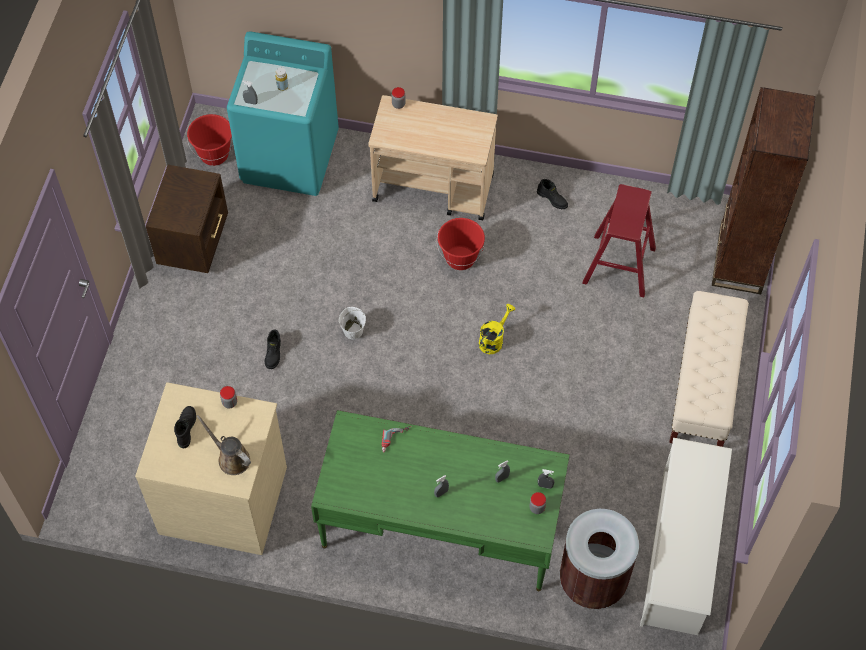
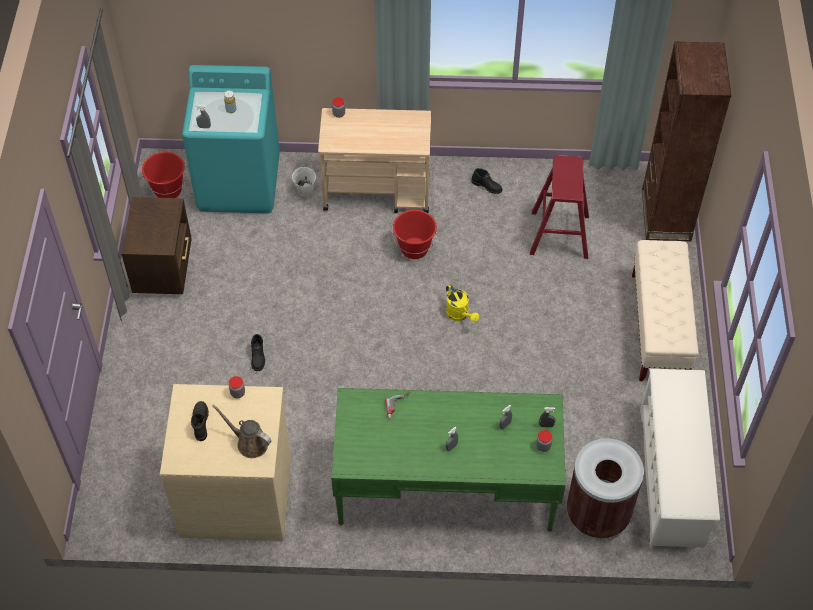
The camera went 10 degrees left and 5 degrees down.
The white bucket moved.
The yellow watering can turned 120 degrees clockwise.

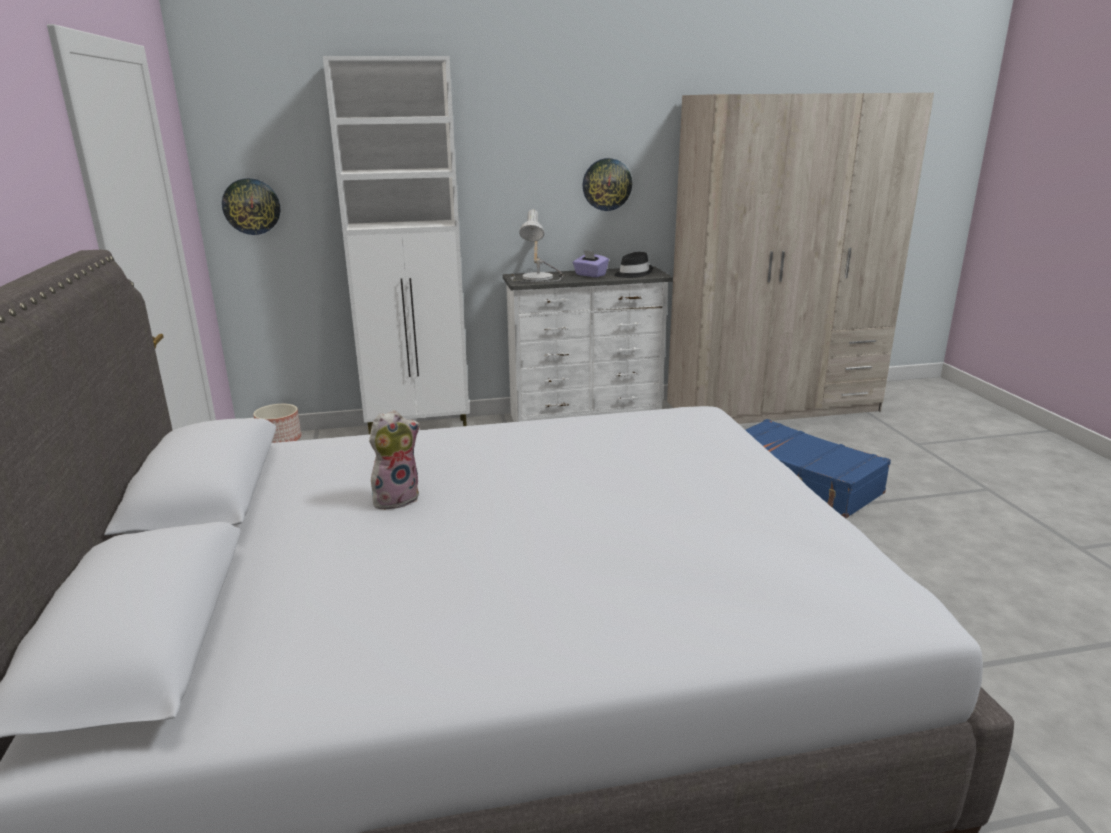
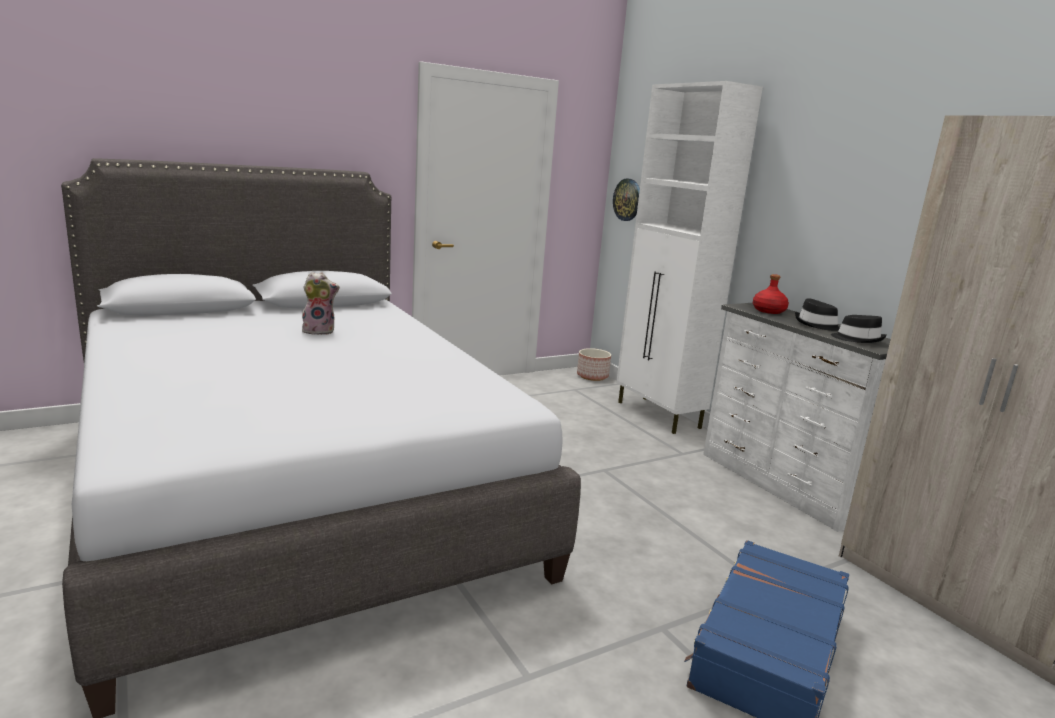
The camera went 70 degrees right and 5 degrees down.
The plush toy turned 45 degrees counterclockwise.
The table lamp was replaced by the red bottle.
The purple tissue box was replaced by the black hat (no. 1 from left).
The wall clock (no. 2 from left) disappeared.

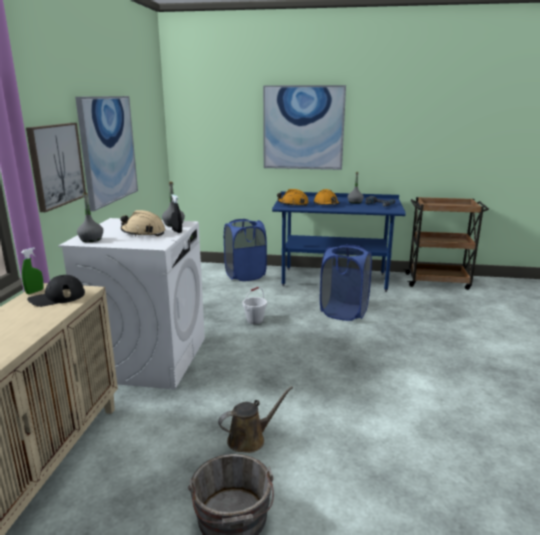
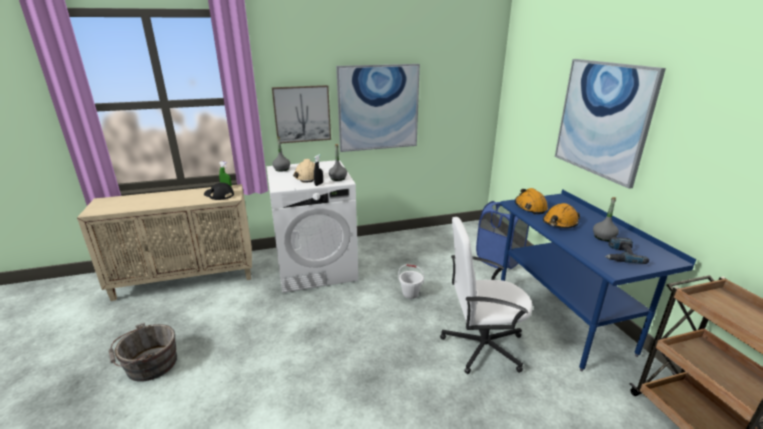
The camera went 65 degrees right and 5 degrees up.
The brown watering can disappeared.
The blue laundry basket (no. 2 from left) was replaced by the white office chair.

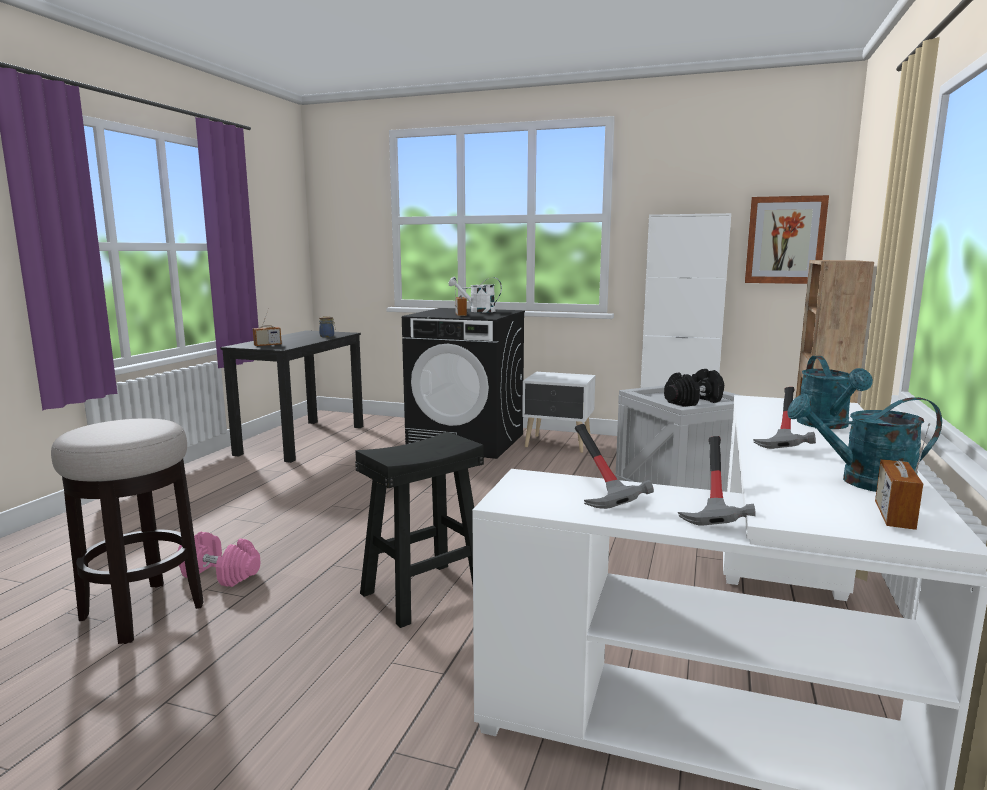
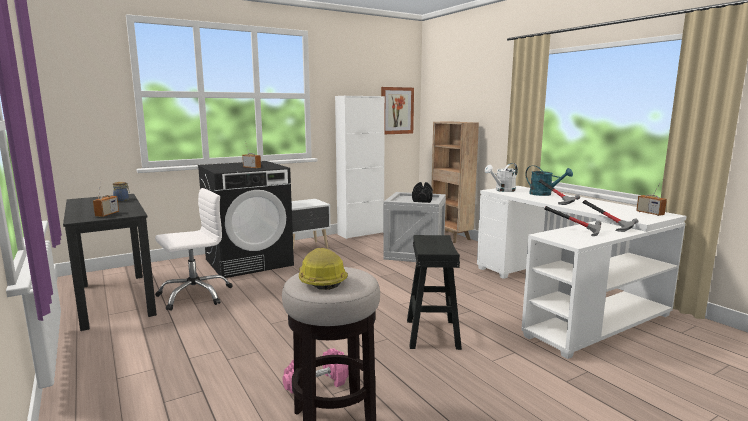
The camera went 50 degrees left and 0 degrees up.
The white watering can moved.
The turquoise watering can (no. 2 from left) disappeared.
The white office chair appeared.
The hard hat appeared.

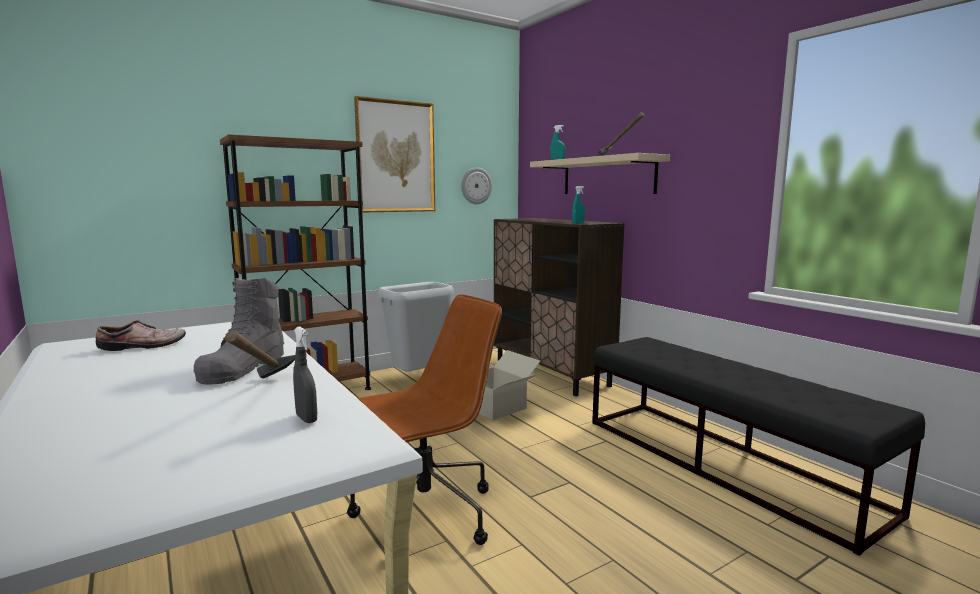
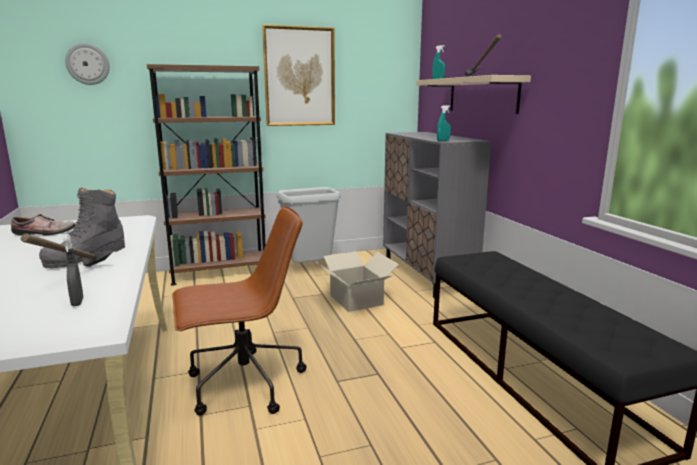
The camera went 15 degrees right and 5 degrees up.
The wall clock moved.
The brown cabinet became the grey cabinet.

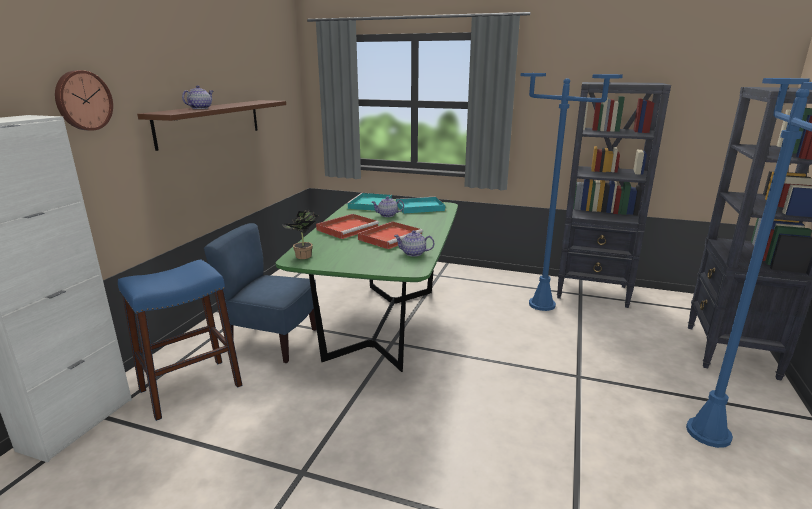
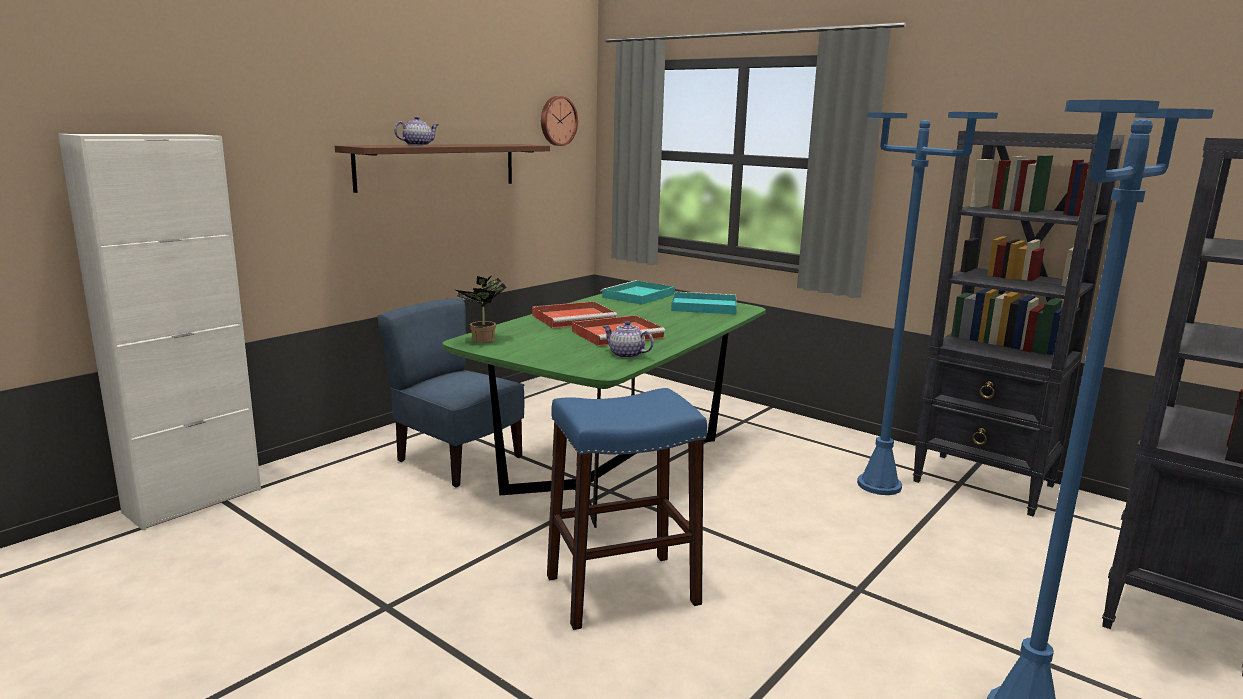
The camera went 20 degrees right and 5 degrees down.
The wall clock moved.
The blue stool moved.
The teapot (no. 2 from left) disappeared.

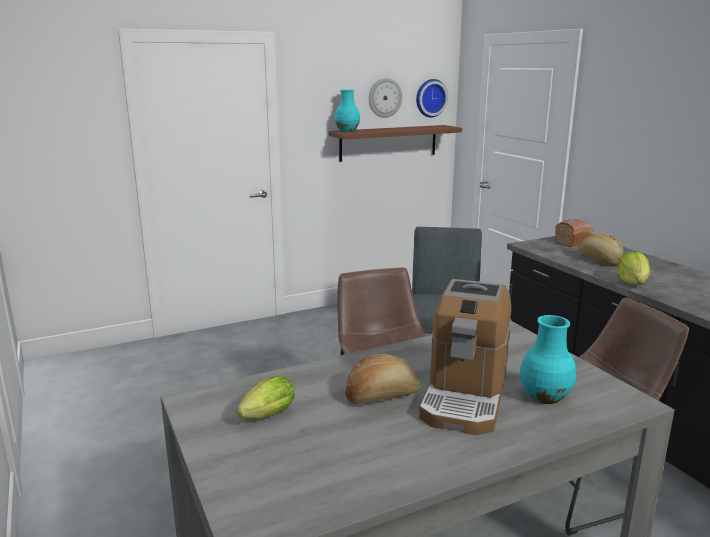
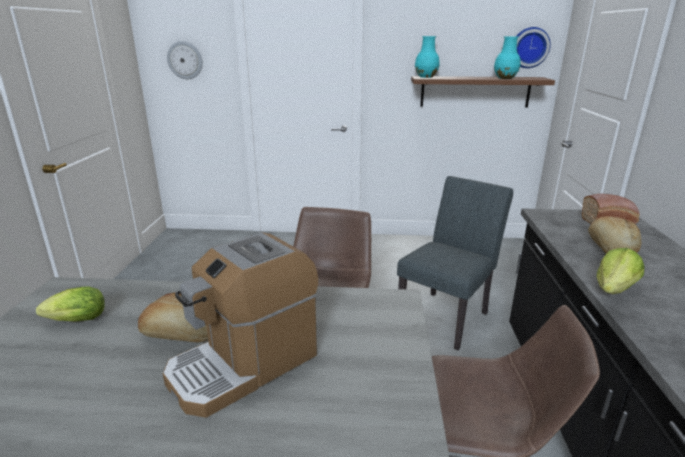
The camera went 30 degrees right and 5 degrees up.
The wall clock (no. 1 from left) moved.
The turquoise vase (no. 2 from left) moved.

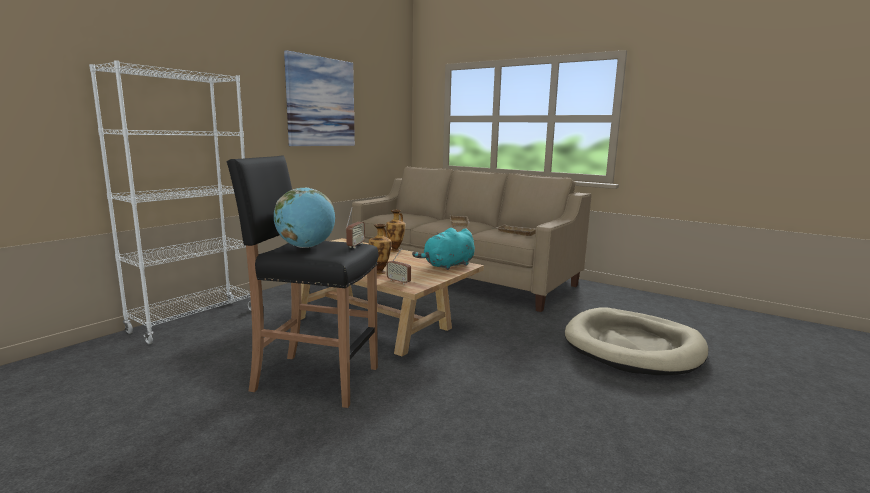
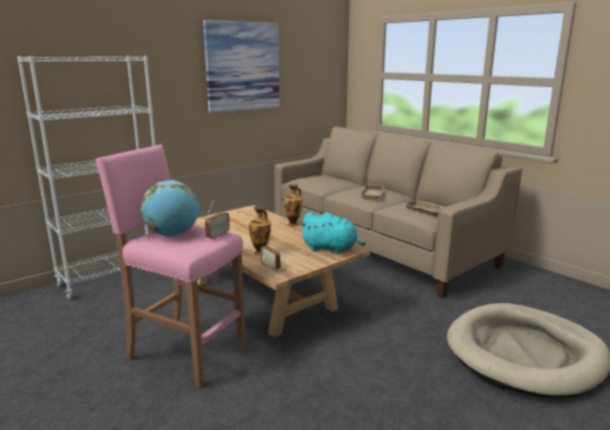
The camera went 15 degrees right and 5 degrees up.
The black stool became the pink stool.
The turquoise plush toy turned 135 degrees counterclockwise.

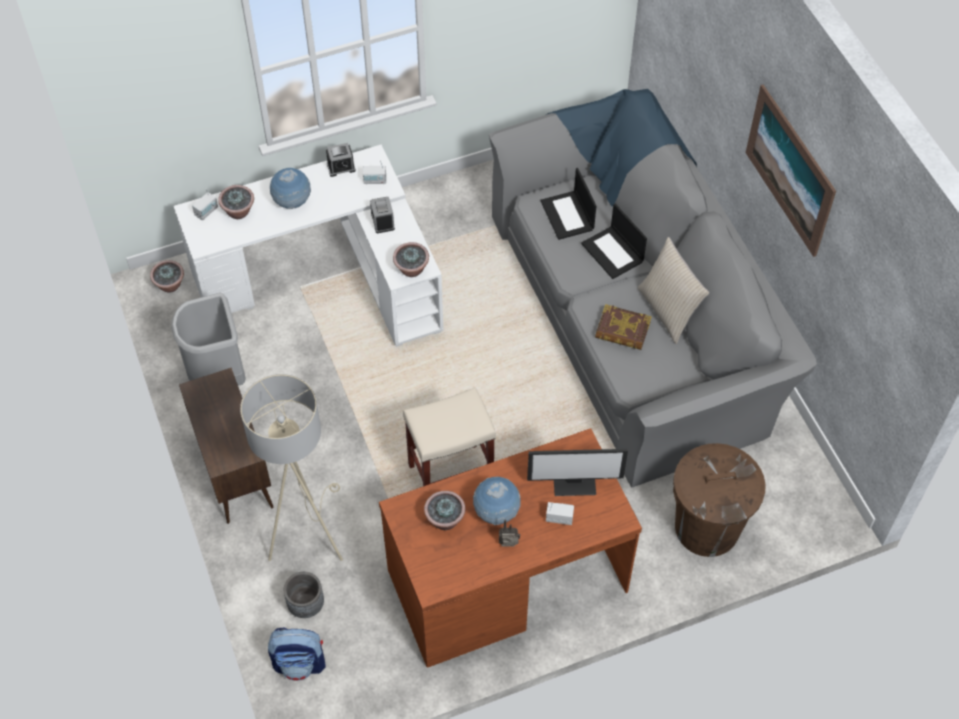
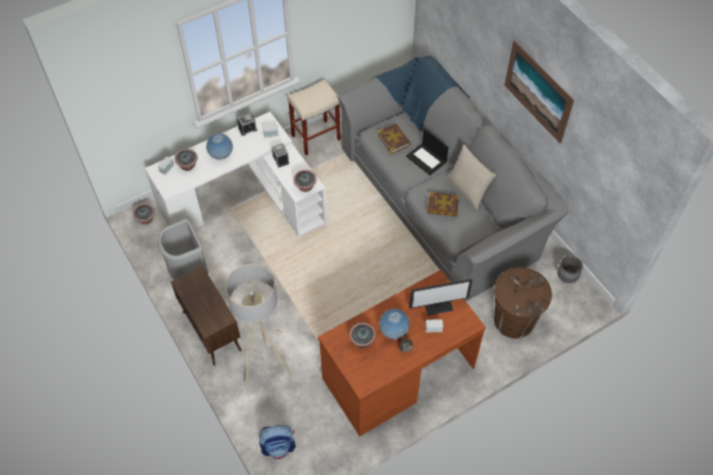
The camera went 10 degrees left and 0 degrees up.
The grey planter moved.
The beige stool moved.
The laptop (no. 1 from left) was replaced by the book (no. 1 from left).

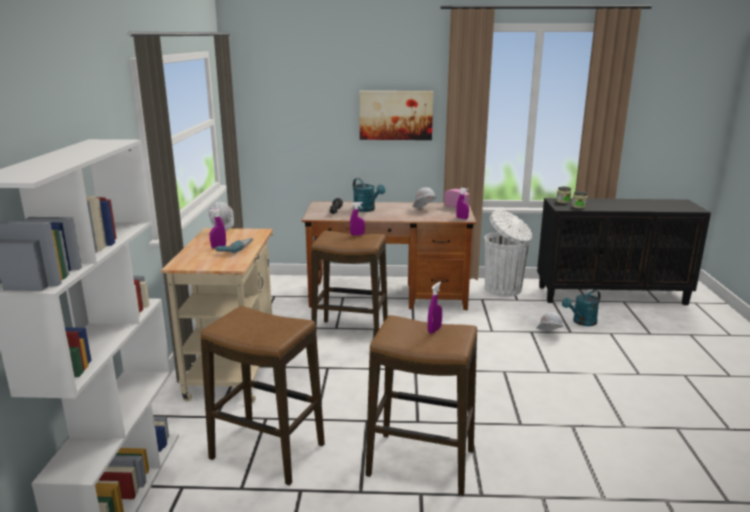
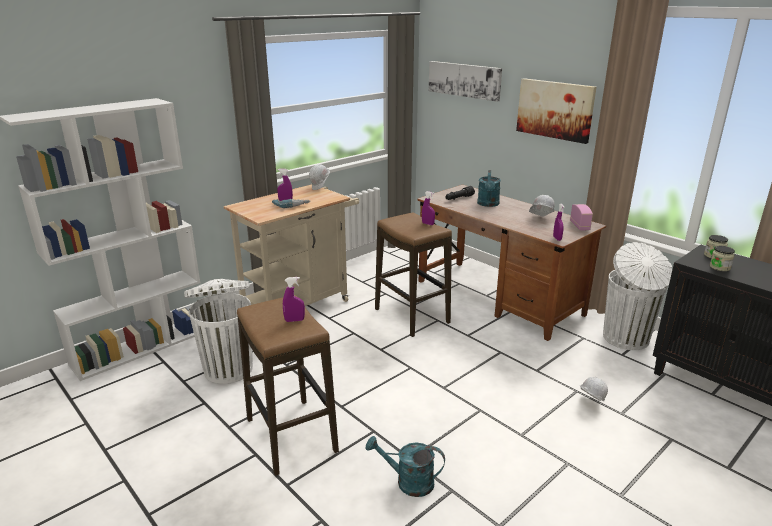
The camera went 45 degrees right and 5 degrees up.
The stool (no. 1 from left) was replaced by the white trash can (no. 1 from left).
The turquoise watering can (no. 2 from left in the first image) moved.
The picture (no. 1 from left) appeared.

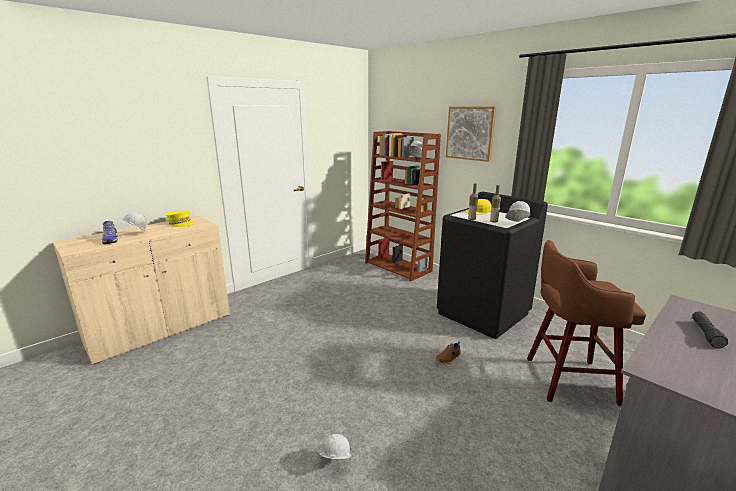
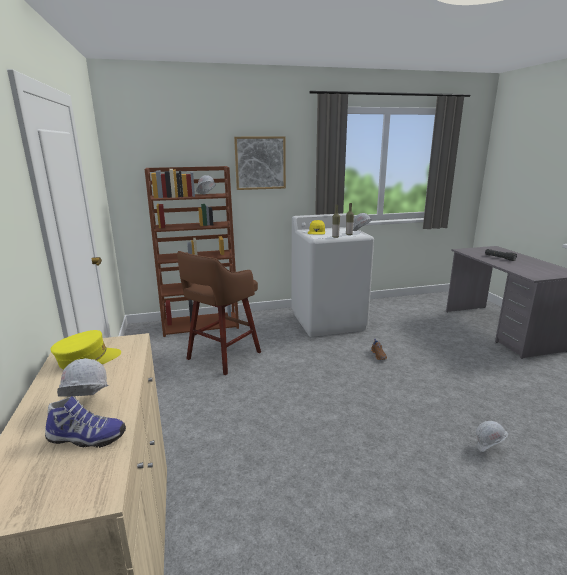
The camera went 60 degrees left and 0 degrees up.
The black washing machine became the white washing machine.
The brown stool moved.

